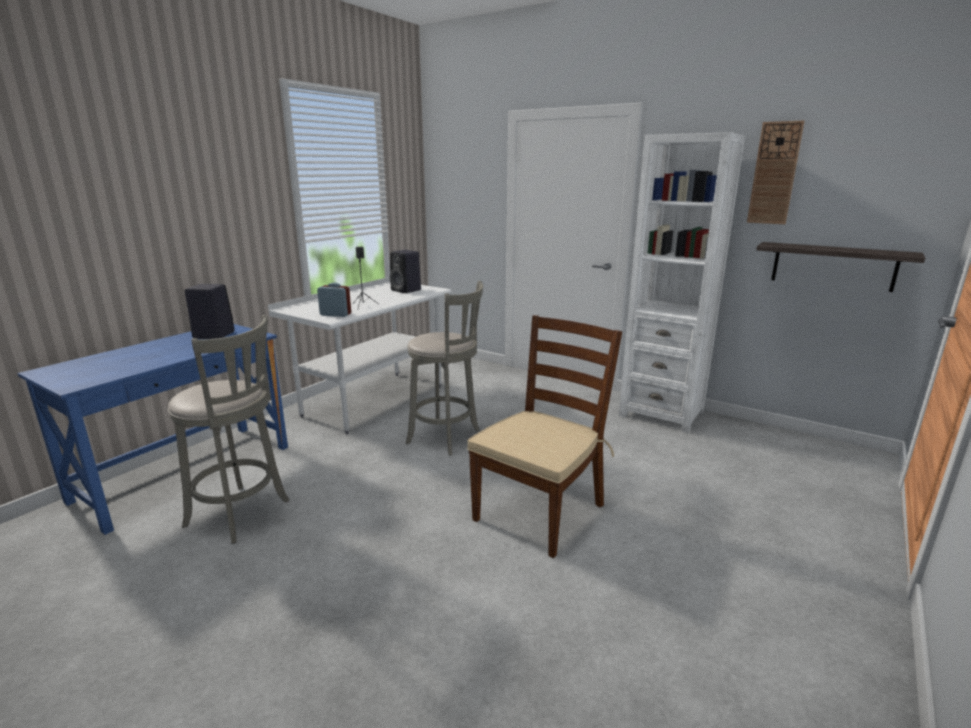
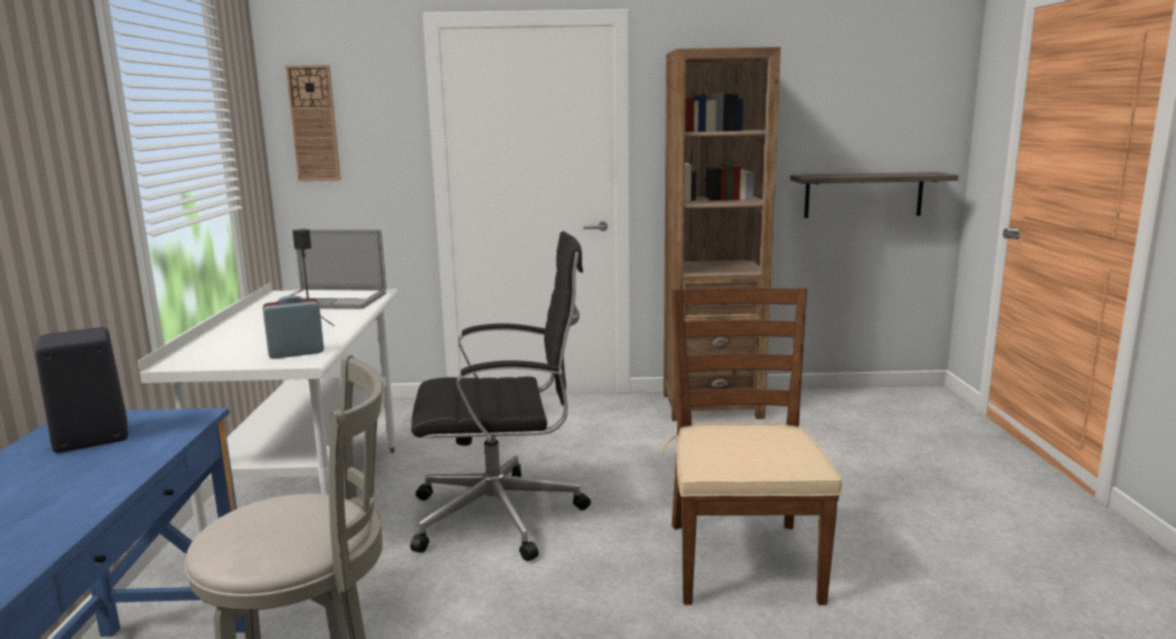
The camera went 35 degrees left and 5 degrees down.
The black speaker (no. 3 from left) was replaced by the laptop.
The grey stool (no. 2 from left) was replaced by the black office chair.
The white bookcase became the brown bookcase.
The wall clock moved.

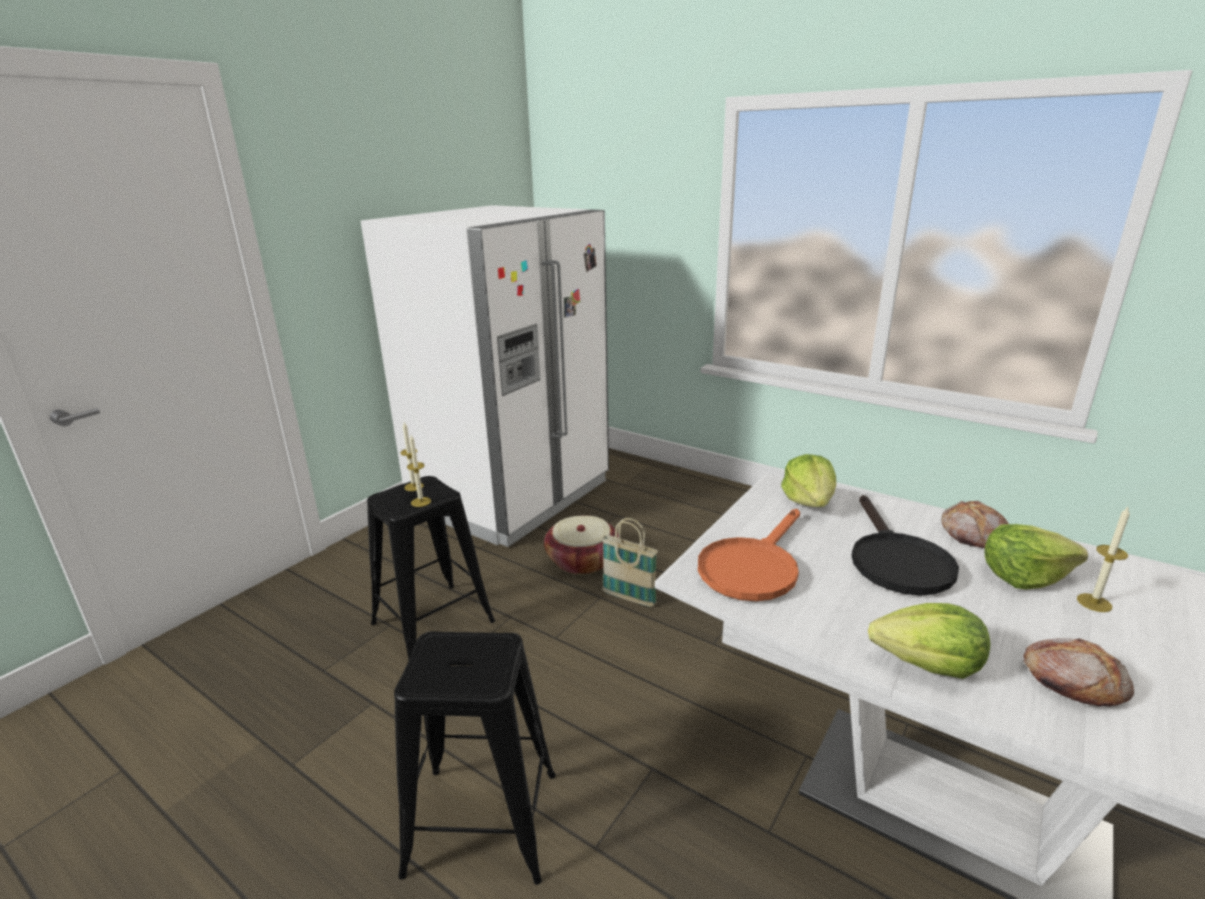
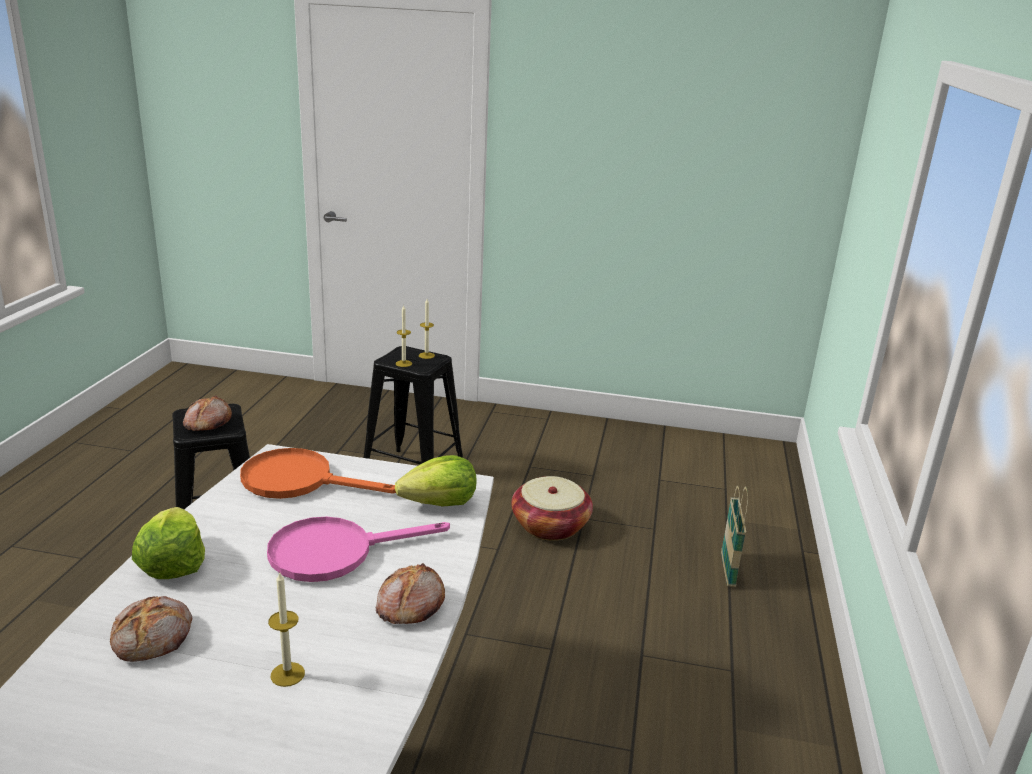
The camera went 65 degrees right and 0 degrees up.
The white fridge disappeared.
The basket (no. 2 from left) moved.
The black frying pan became the pink frying pan.
The lettuce (no. 3 from left) disappeared.
The bread (no. 2 from left) appeared.

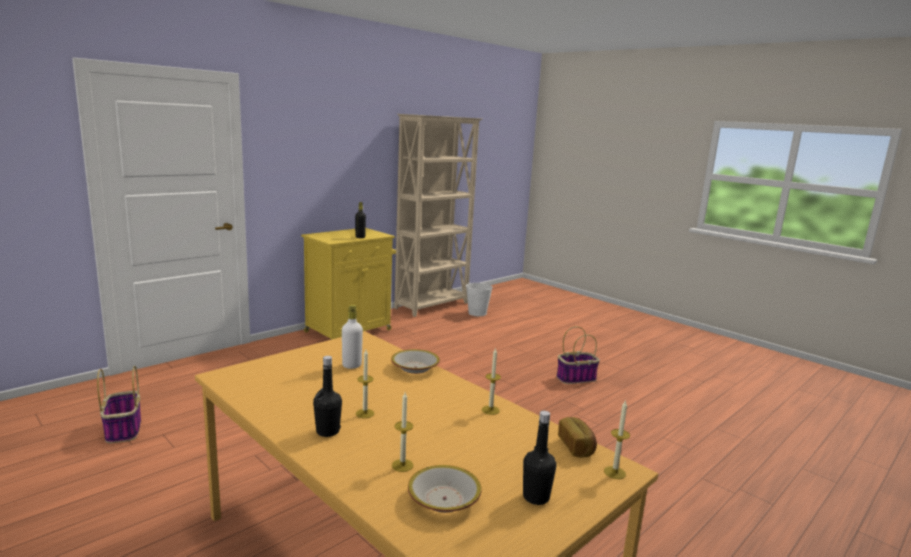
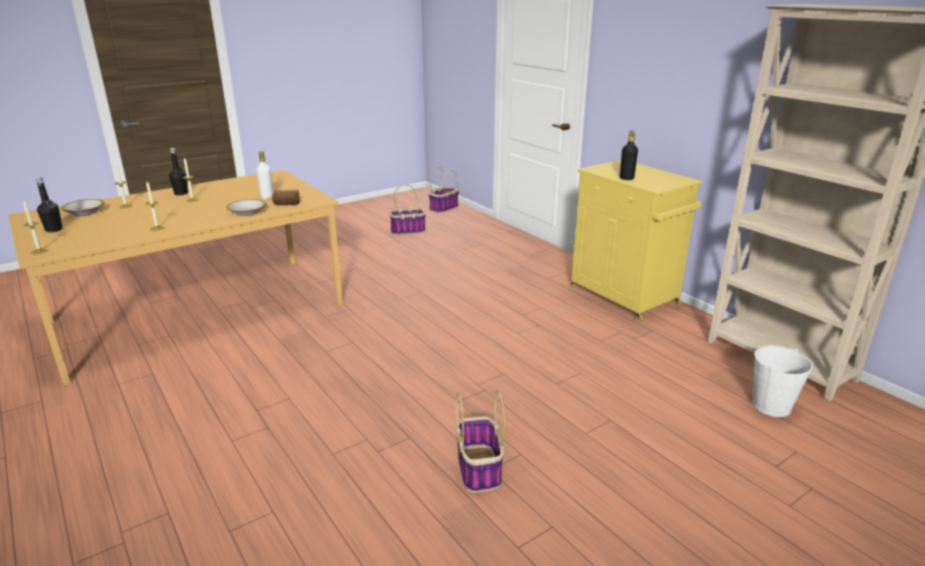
The camera went 100 degrees right and 10 degrees up.
The bread moved.
The basket (no. 2 from left) appeared.

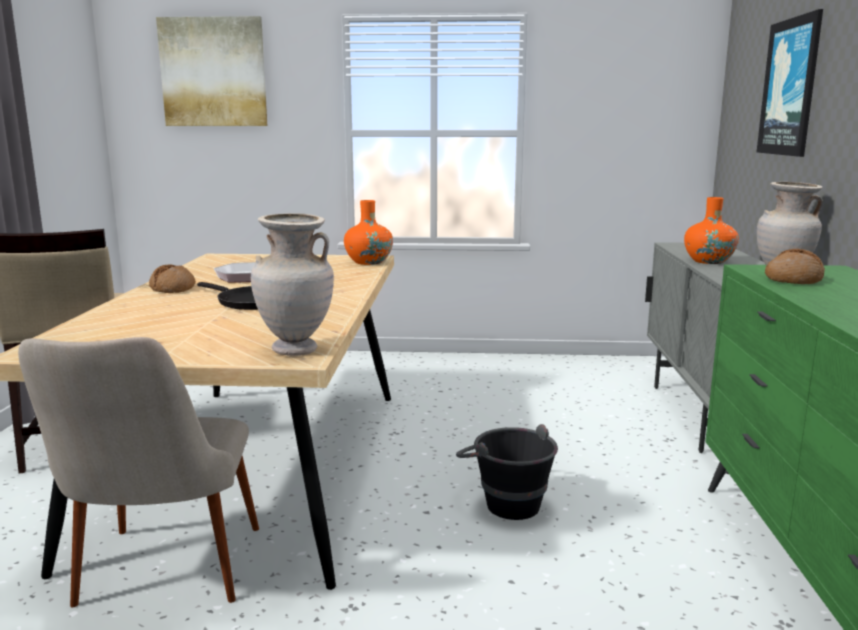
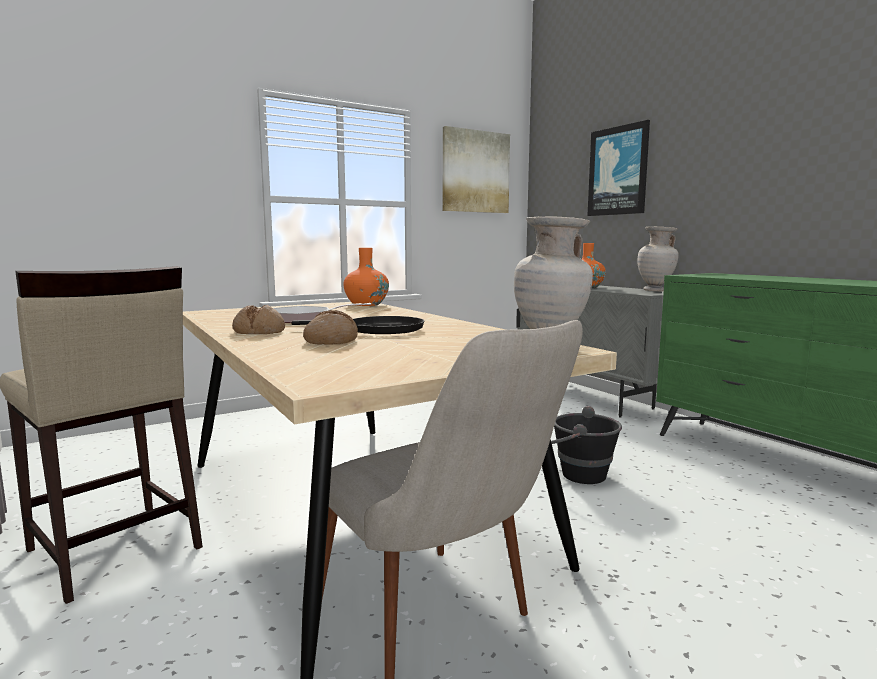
The camera went 35 degrees left and 5 degrees down.
The picture (no. 1 from left) moved.
The bread (no. 2 from left) moved.

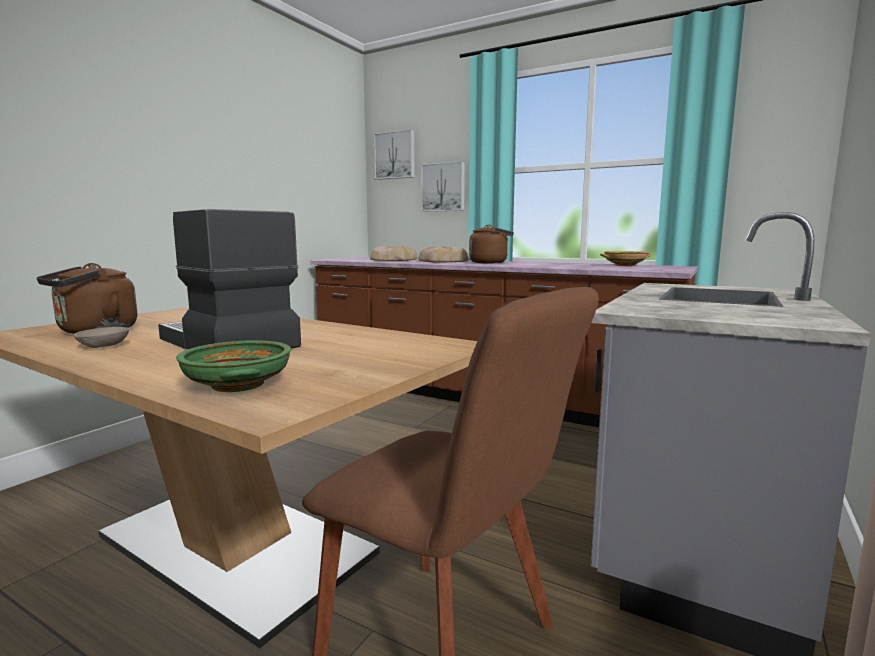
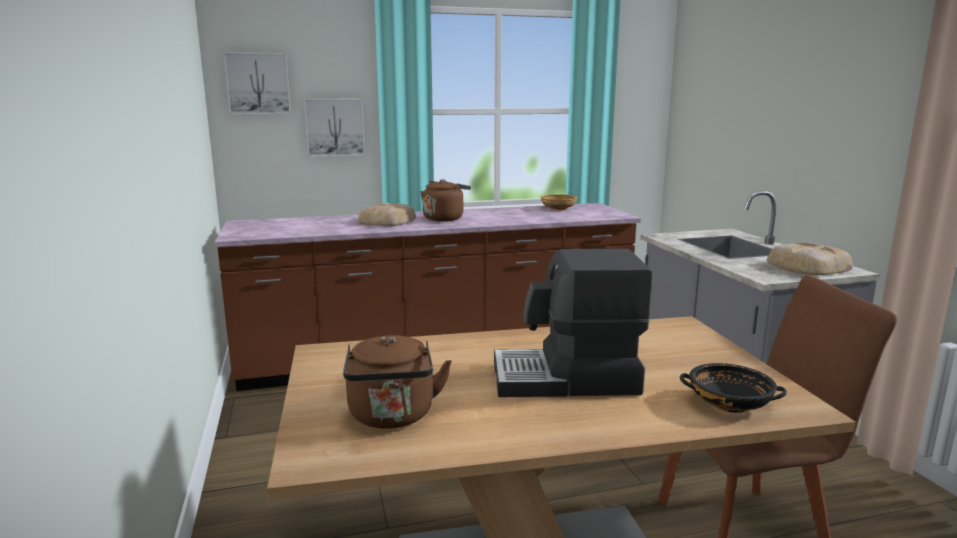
The camera went 45 degrees left and 5 degrees up.
The beige bowl (no. 1 from left) disappeared.
The green bowl became the black bowl.
The bread (no. 1 from left in the first image) moved.

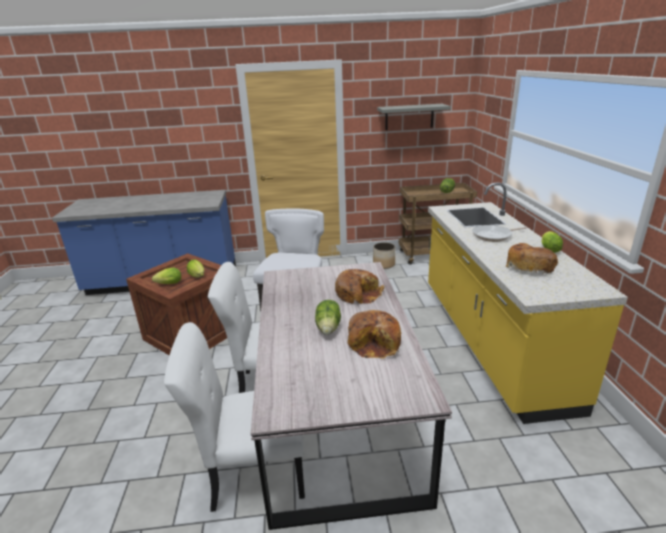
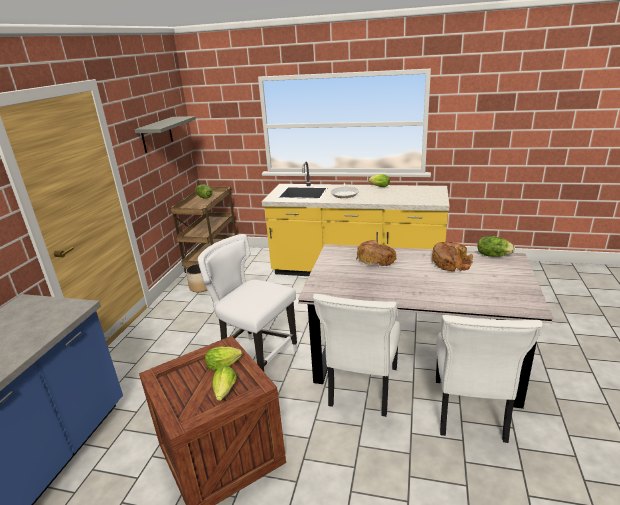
The camera went 70 degrees left and 0 degrees up.
The lettuce (no. 3 from left in the first image) moved.
The bread (no. 3 from left) disappeared.

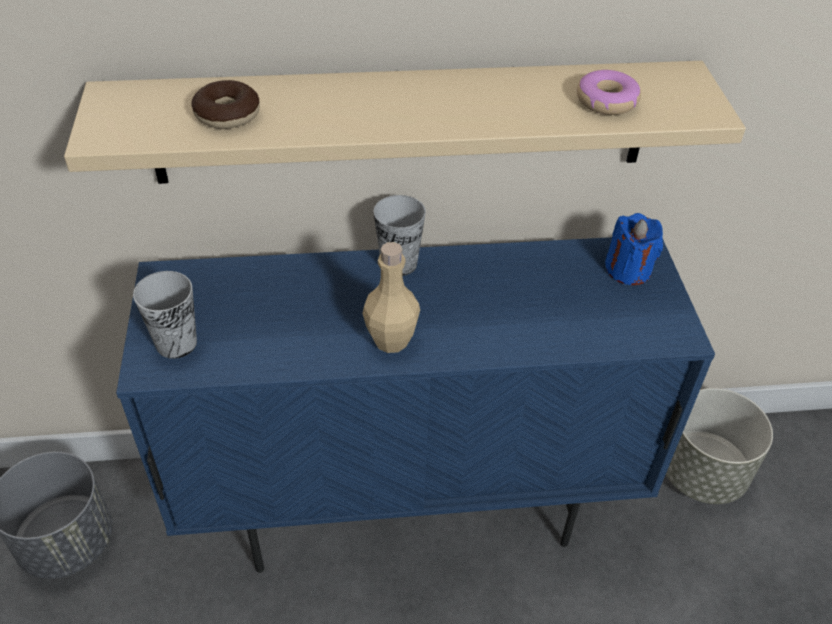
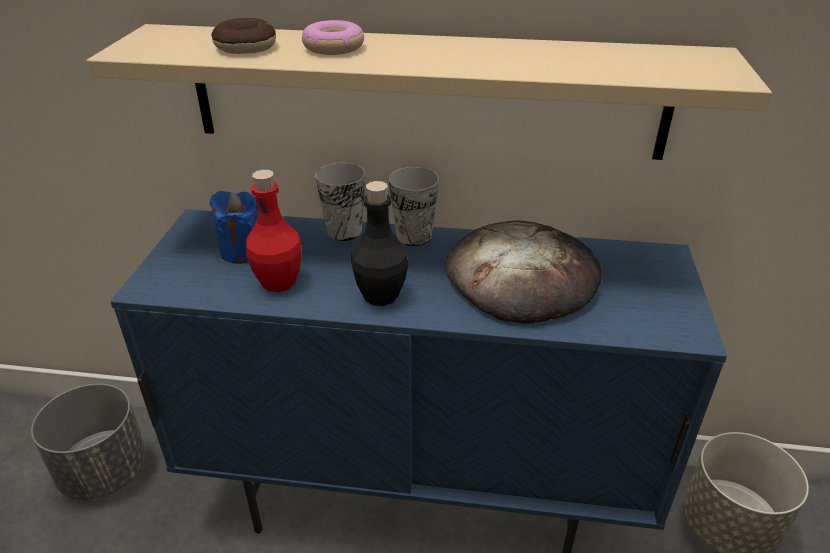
The camera went 15 degrees right and 10 degrees down.
The cup (no. 1 from left) moved.
The beige bottle became the black bottle.
The donut (no. 2 from left) moved.
The blue candle moved.
The red bottle appeared.
The bread appeared.

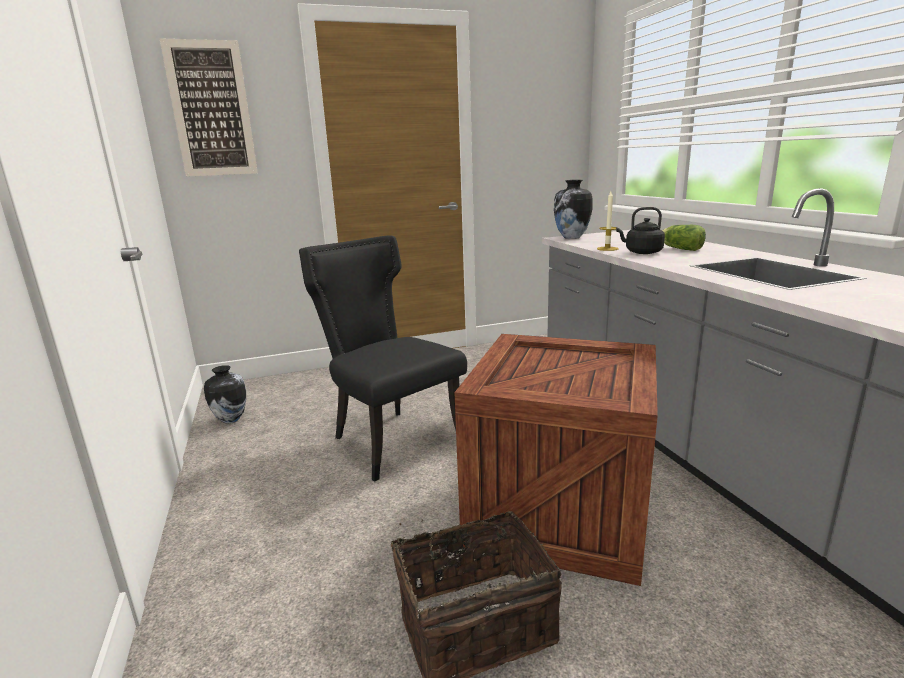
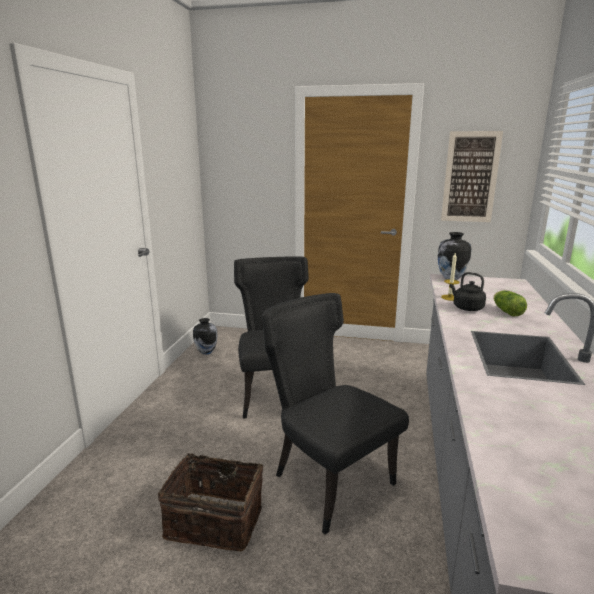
The camera went 30 degrees right and 0 degrees up.
The picture moved.
The crate was replaced by the black chair (no. 2 from left).

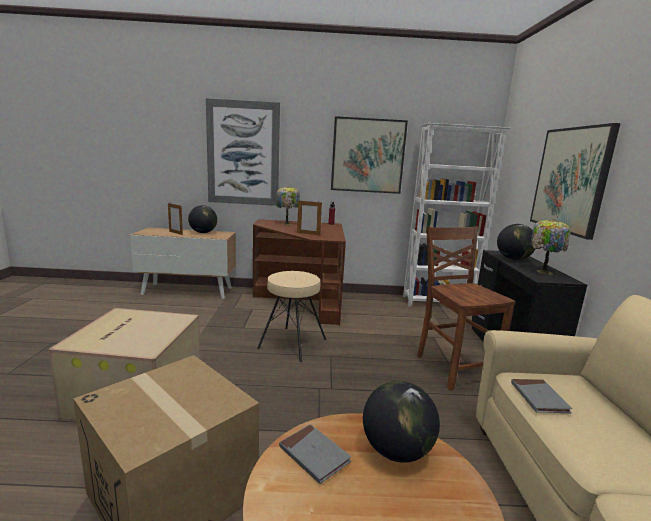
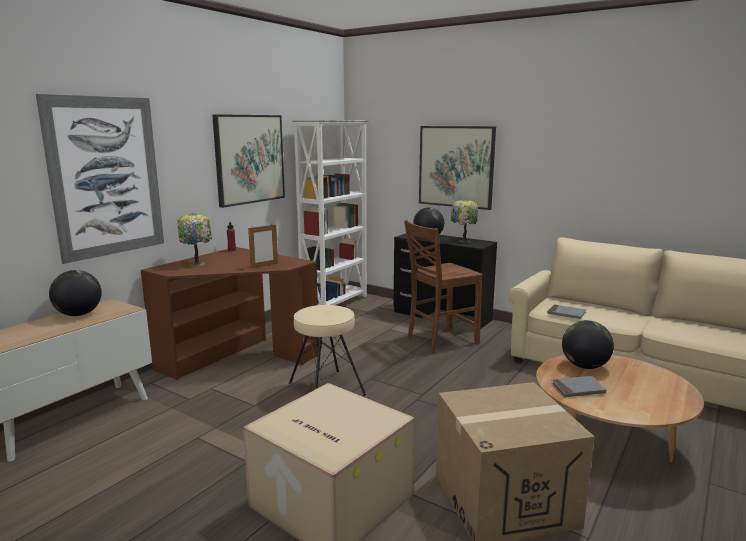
The camera went 55 degrees left and 0 degrees up.
The picture frame (no. 1 from left) disappeared.
The brown chair turned 45 degrees counterclockwise.

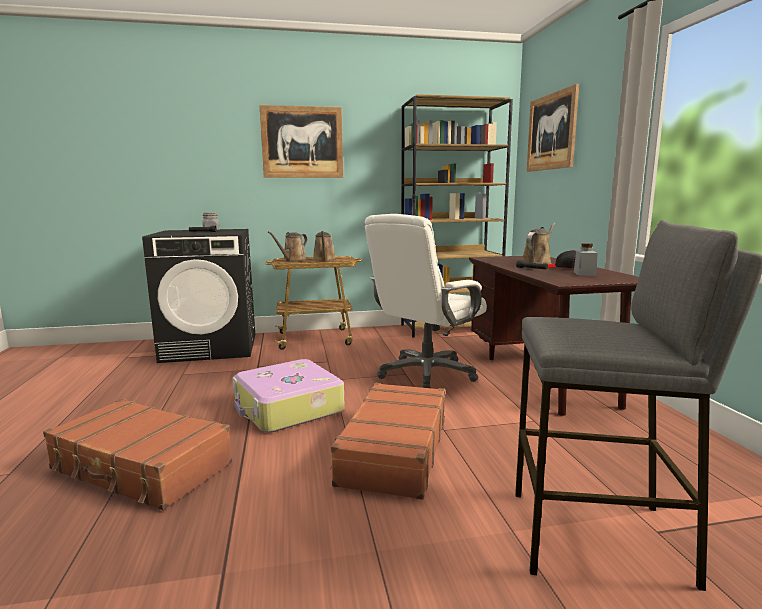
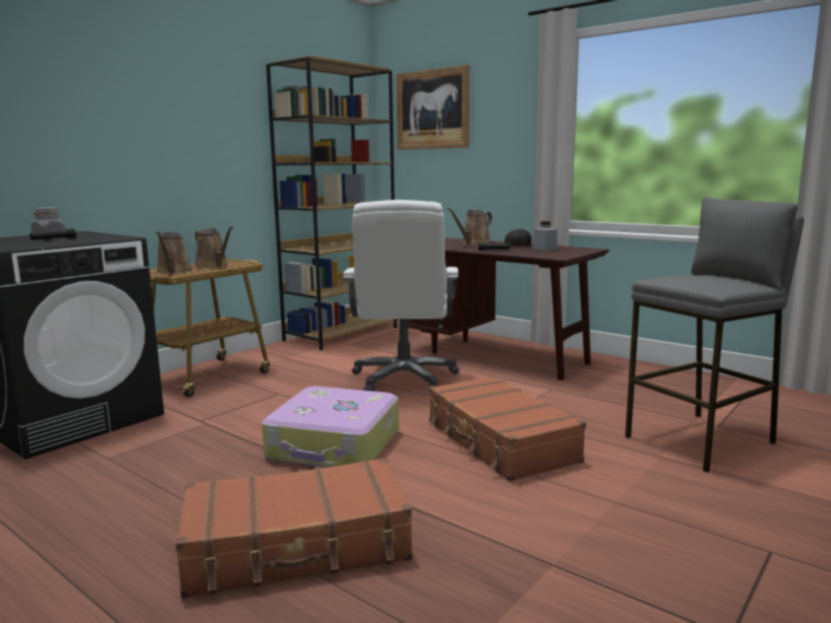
The camera went 40 degrees left and 0 degrees up.
The picture (no. 1 from left) disappeared.
The brown watering can (no. 3 from left) turned 135 degrees counterclockwise.

